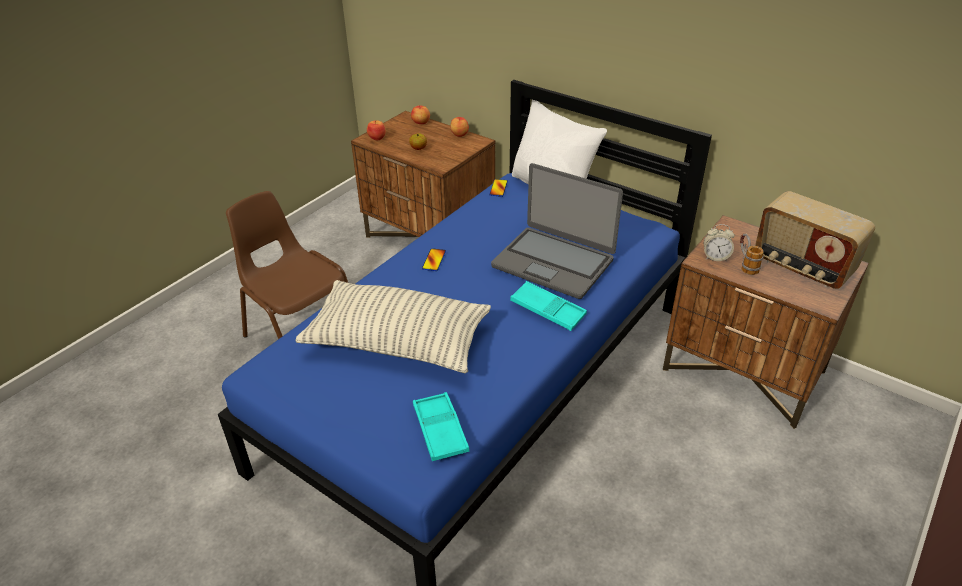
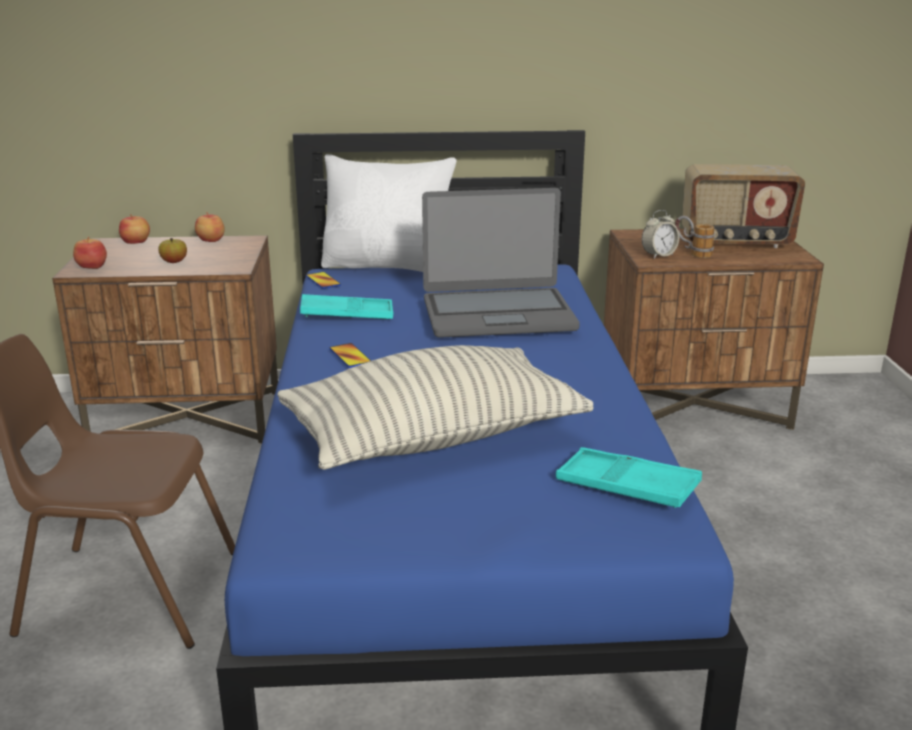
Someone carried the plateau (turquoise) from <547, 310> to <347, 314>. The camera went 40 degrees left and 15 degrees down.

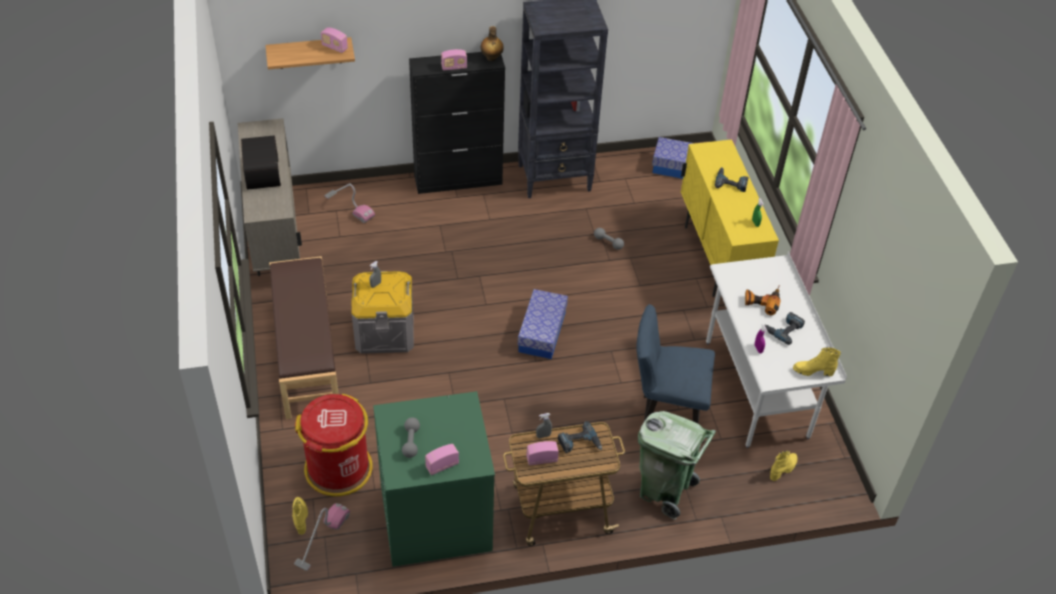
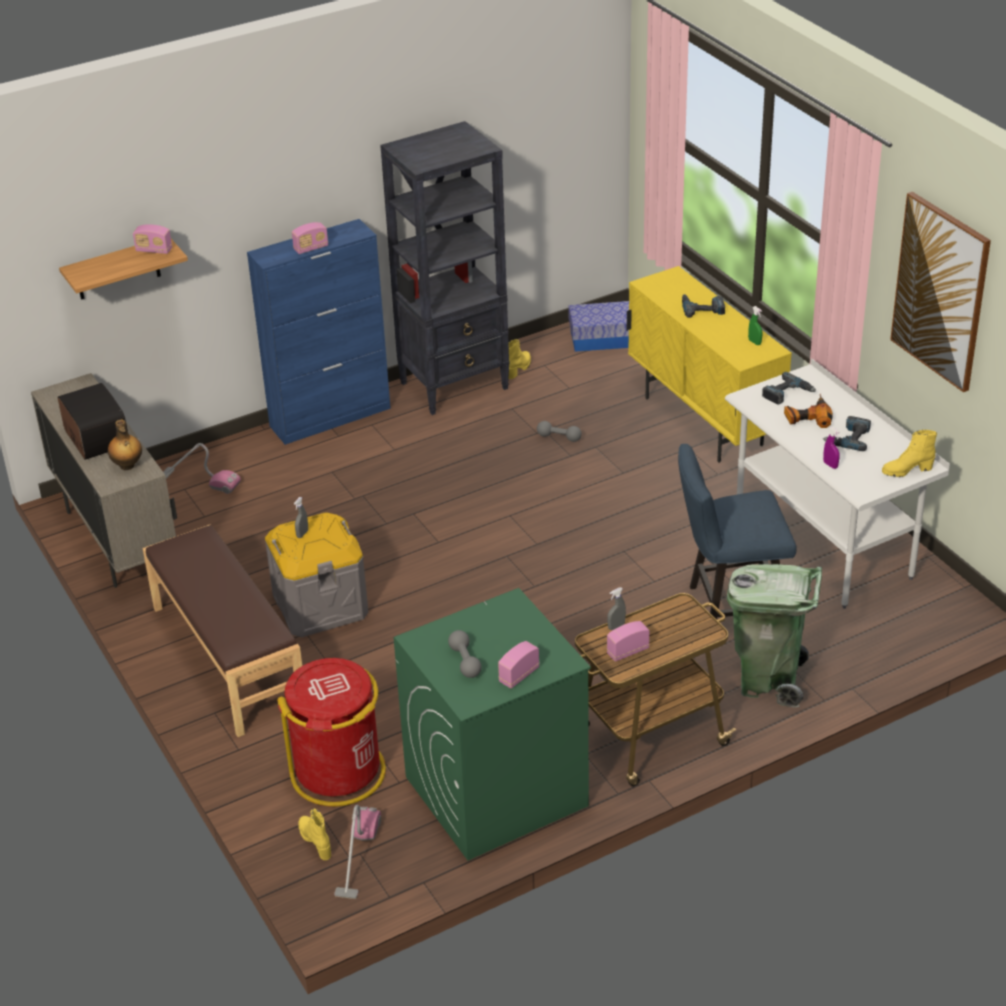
Someone carried the bouteille from <491, 58> to <127, 466>. Someone repainted the meuble de rangement (noir) at <458, 180>, which became the meuble de rangement (bleu) at <331, 417>. Someone took away the boîte de rangement at <542, 332>. Someone carried the perceuse from <579, 443> to <787, 394>. Someone carried the botte (jaune) from <783, 469> to <518, 368>. Someone put up the tableau at <940, 291>. The camera went 15 degrees left and 10 degrees down.

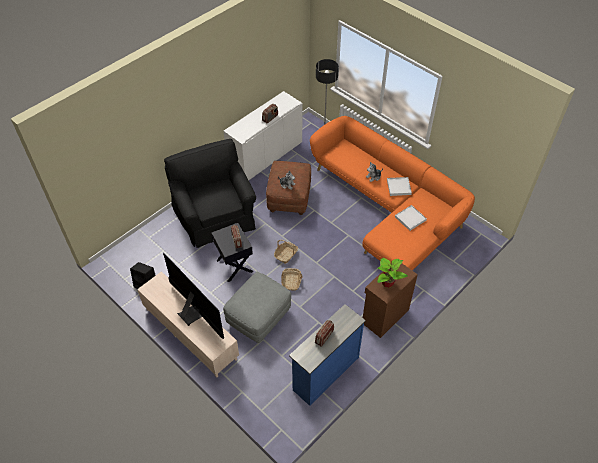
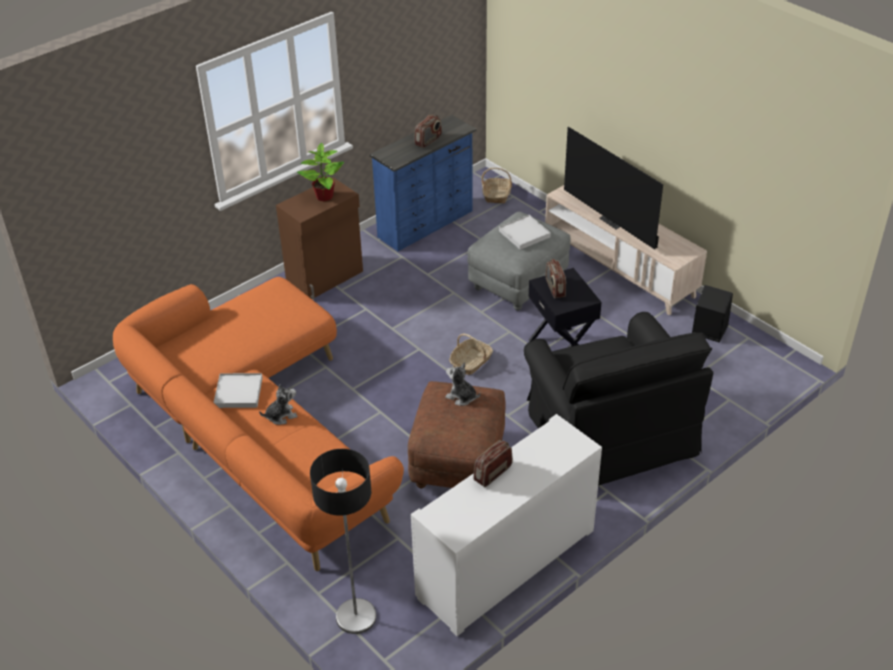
Someone carried the plateau (blanc) from <410, 219> to <524, 234>. Someone carried the panier from <291, 282> to <497, 194>. The camera went 175 degrees left and 10 degrees down.

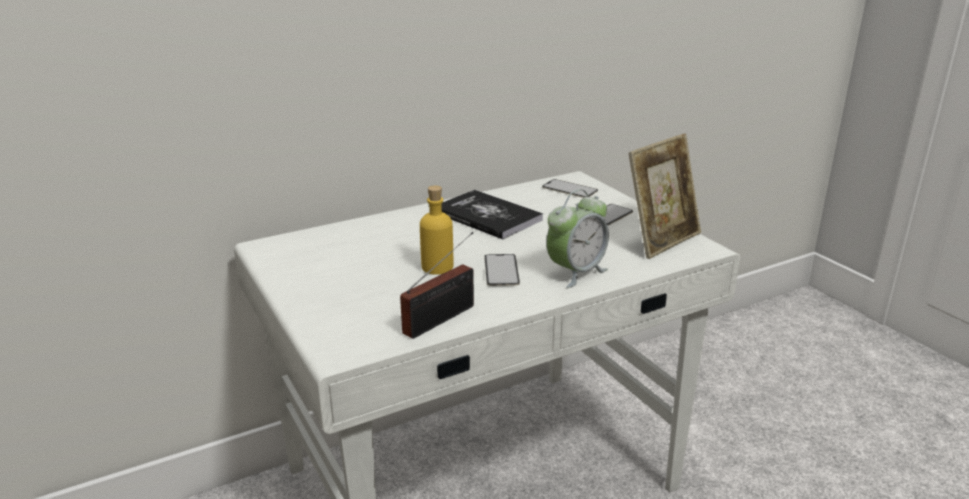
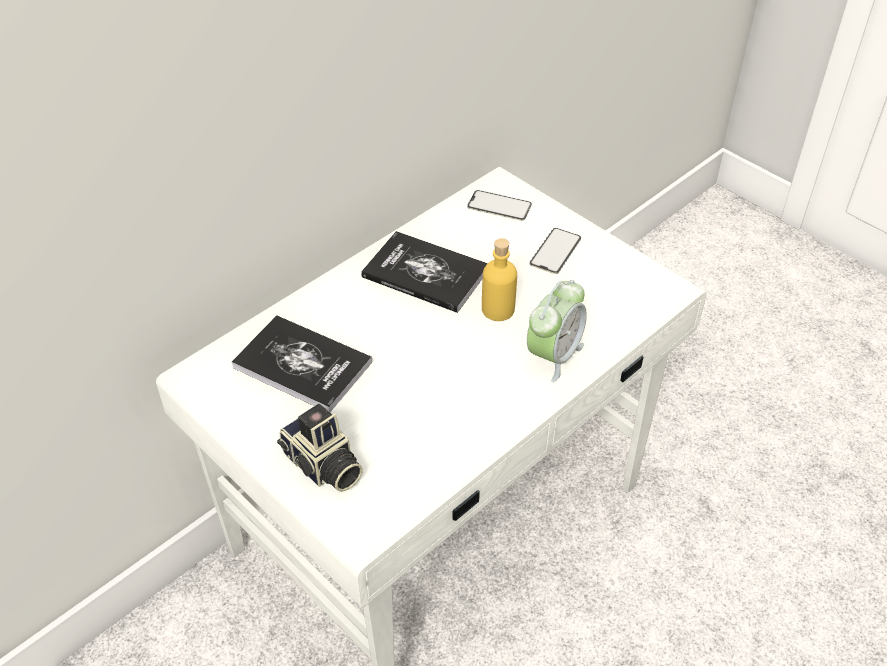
Someone took away the cadre photo at <661, 240>. Someone carried the bouteille (jaune) from <437, 267> to <498, 309>. Someone took away the radio at <443, 318>. Someone took away the téléphone at <501, 270>. Someone put down the livre at <302, 365>. Someone put down the appareil photo at <322, 466>. The camera went 15 degrees left and 20 degrees up.

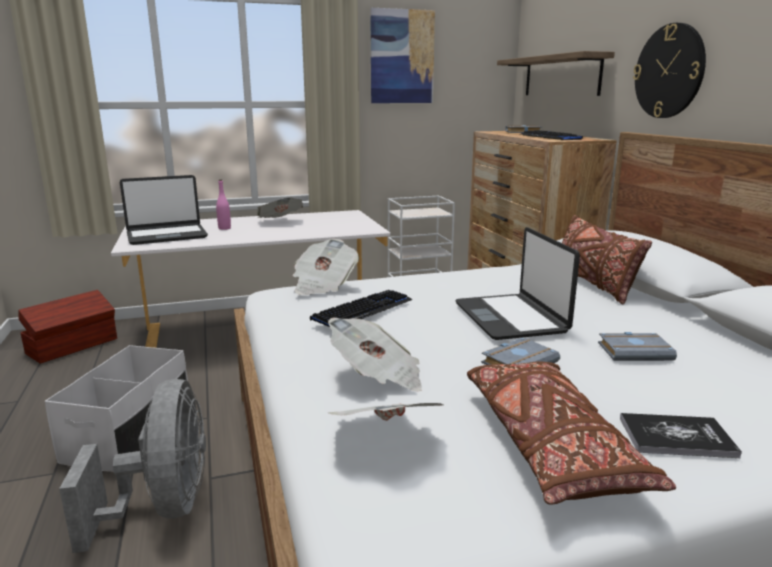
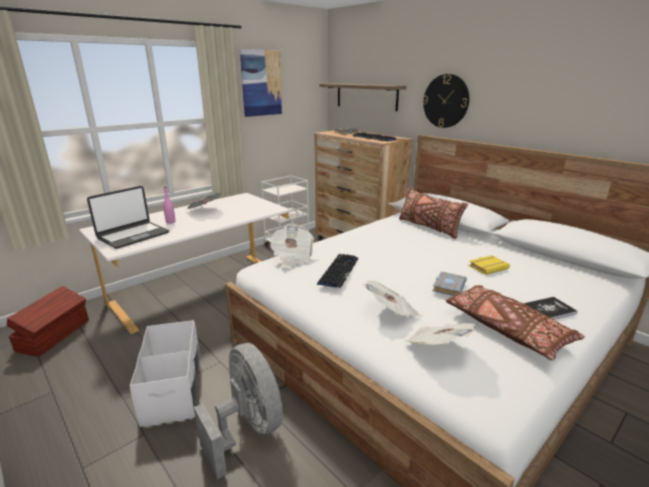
Someone took away the ordinateur portable at <511, 318>. Someone repainted the livre (gris) at <635, 351>, which became the livre (jaune) at <488, 267>. The camera went 25 degrees left and 5 degrees up.

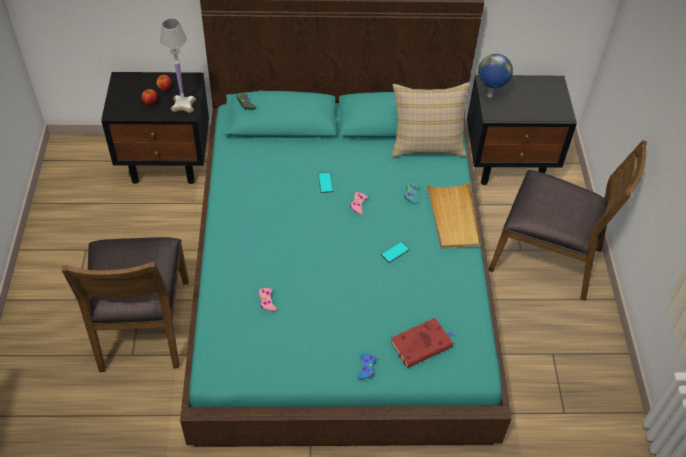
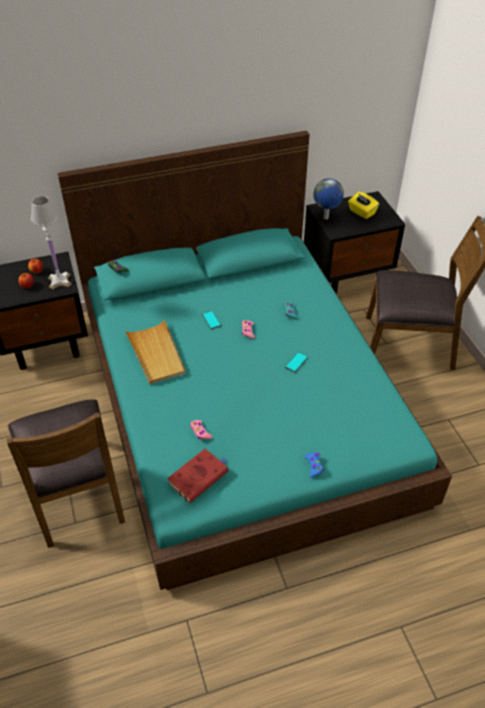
Someone took away the coussin (beige) at <427, 143>. Someone carried the plateau (beige) from <453, 217> to <156, 354>. Someone carried the livre (rouge) from <422, 344> to <199, 476>. Someone put down the boîte à mouchoirs (jaune) at <361, 212>. The camera went 15 degrees left and 5 degrees down.

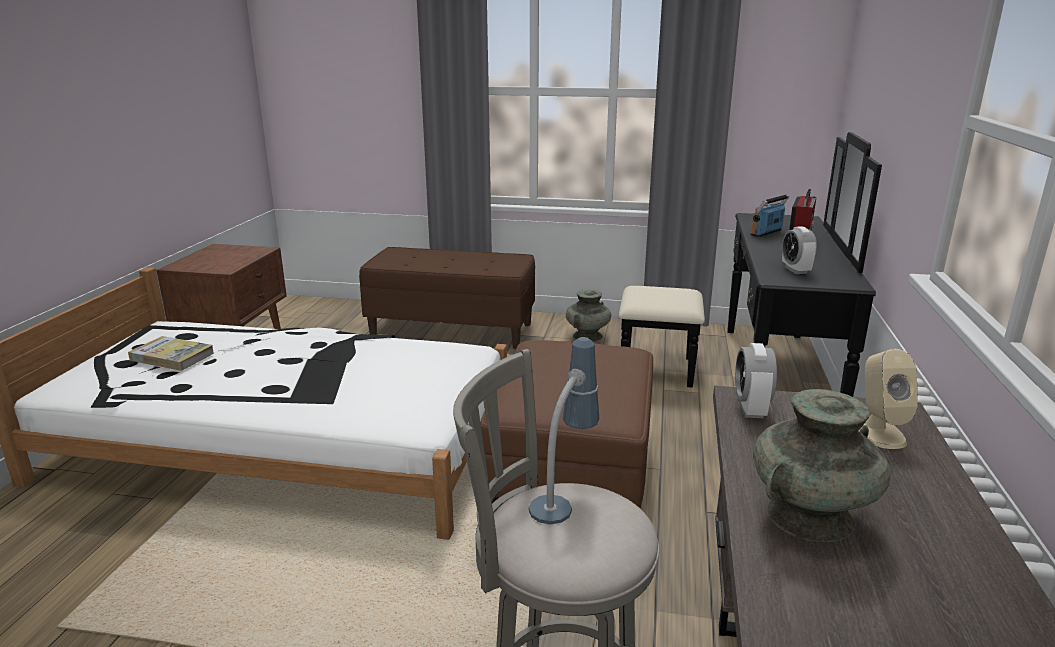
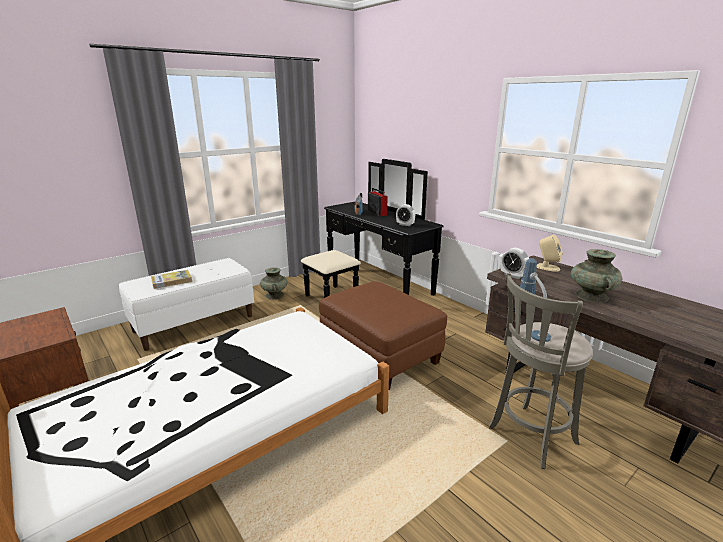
Someone repainted the banc (marron) at <452, 330>, which became the banc (blanc) at <194, 323>. Someone carried the livre from <172, 356> to <171, 281>. The camera went 50 degrees left and 0 degrees up.

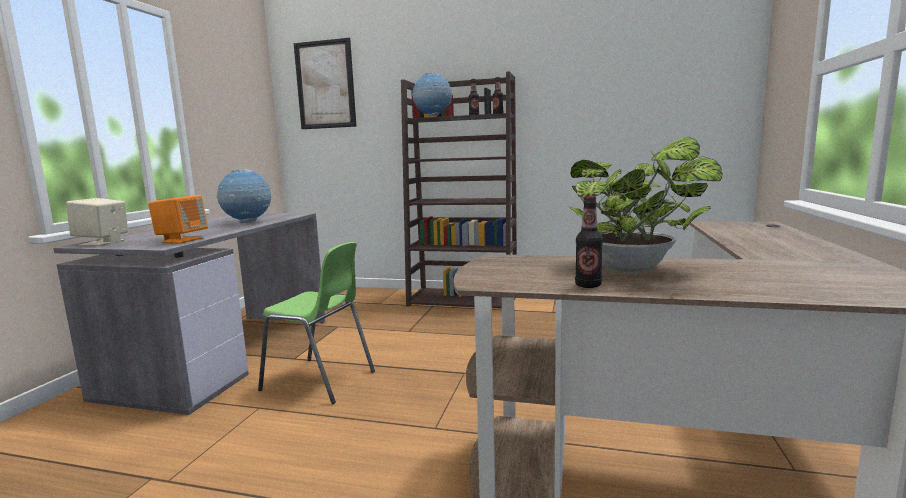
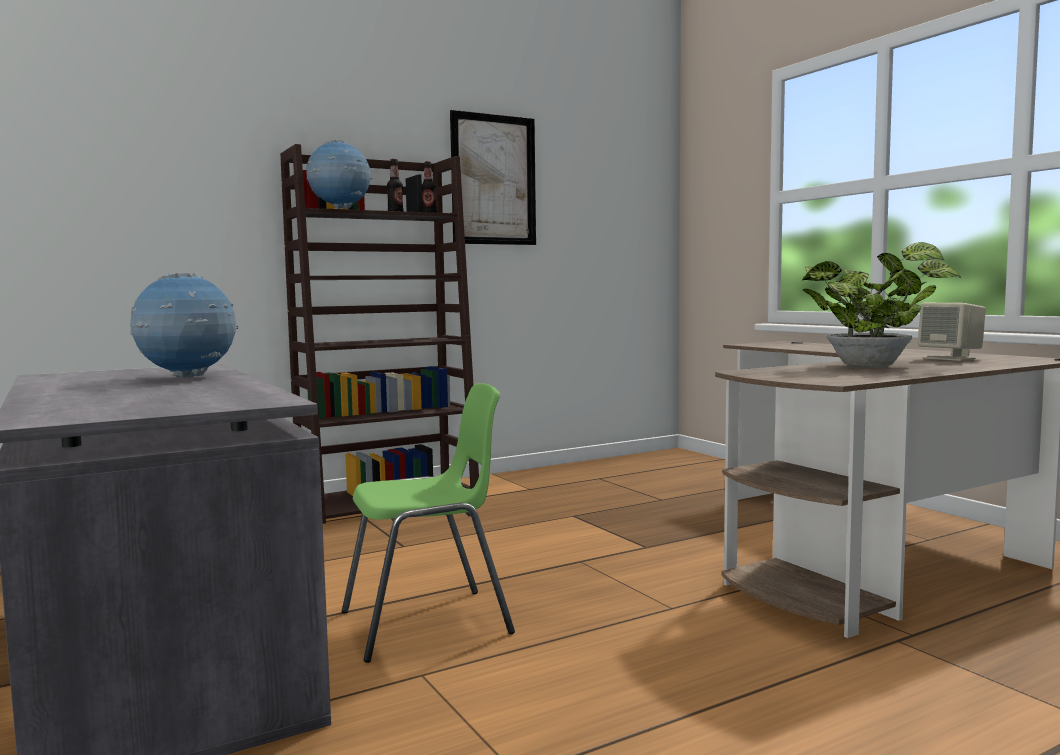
Someone carried the tableau from <325, 85> to <493, 180>. Someone took away the enceinte (orange) at <182, 240>. Someone took away the bouteille at <588, 285>. Someone carried the enceinte (beige) from <102, 243> to <951, 358>. The camera went 45 degrees left and 5 degrees down.

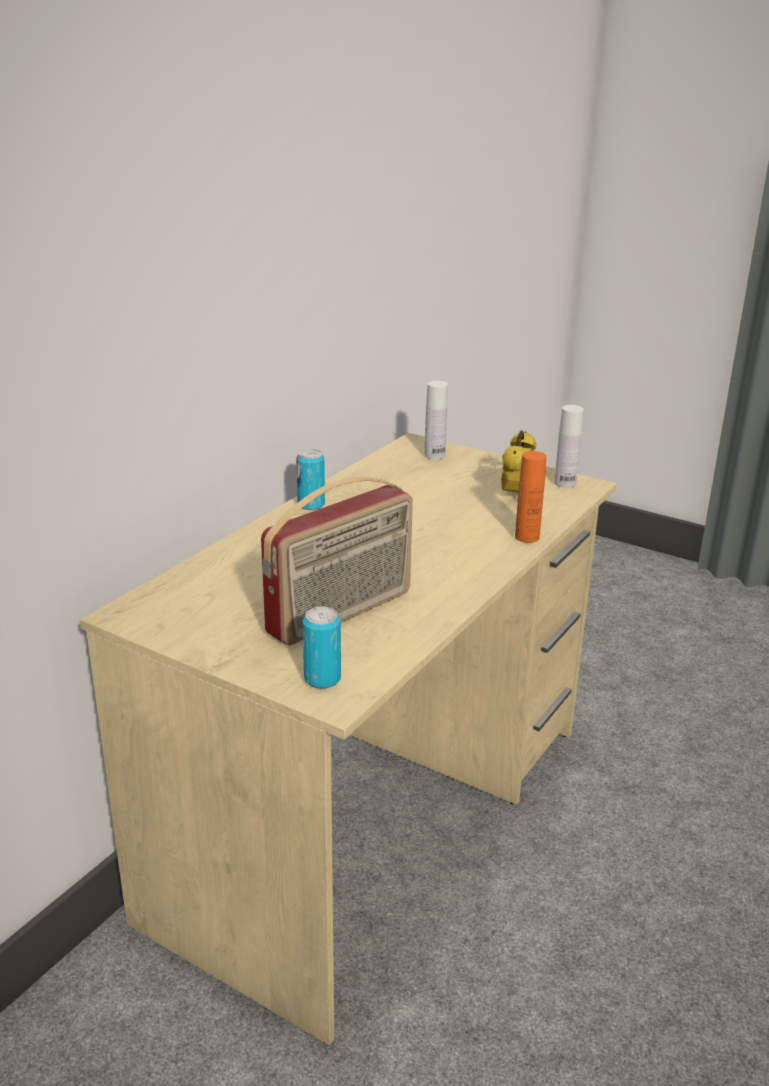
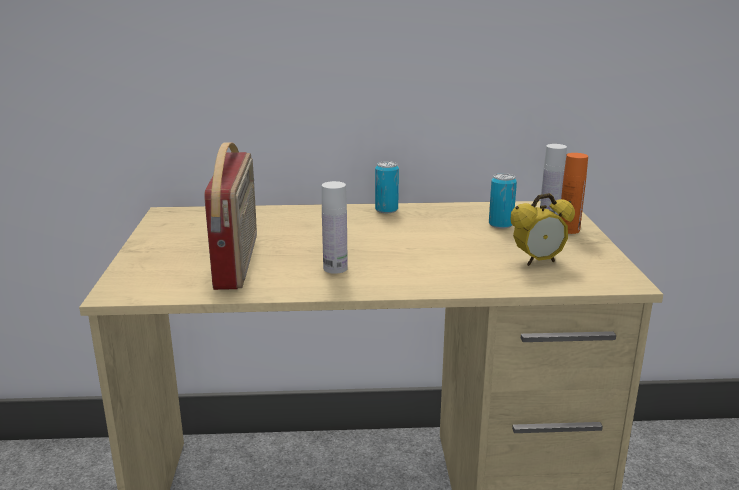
Someone carried the bouteille (blanc) from <565, 483> to <335, 268>. Someone carried the bouteille (orange) from <527, 537> to <568, 230>. Someone rotated the radio at <342, 614> by 105 degrees counterclockwise. Someone carried the boîte métallique from <322, 679> to <500, 224>. The camera went 55 degrees right and 5 degrees down.

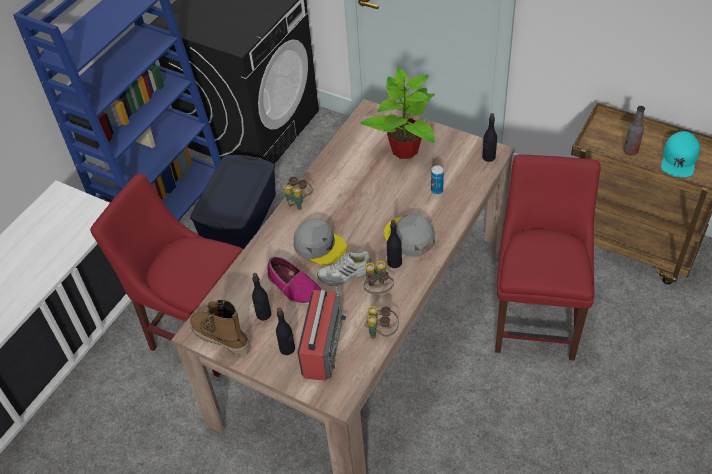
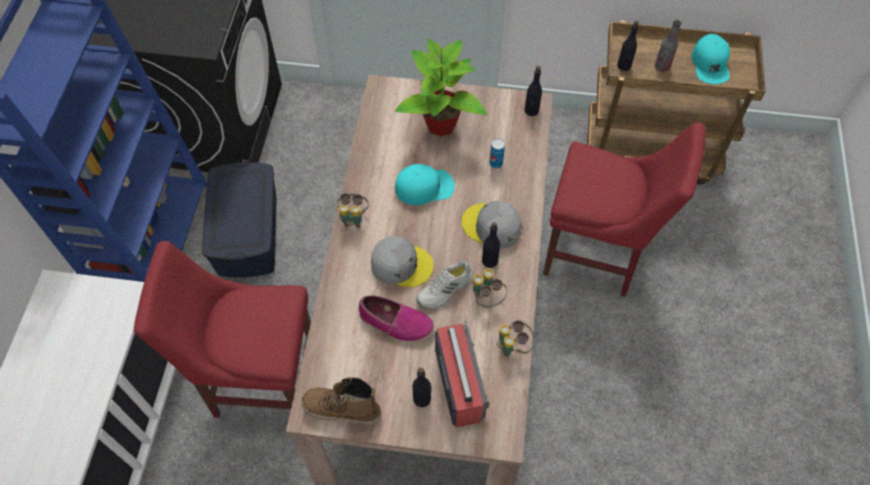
Someone rotated the chaise (rouge) at <536, 318> by 120 degrees clockwise. Someone carried the bouteille (noir) from <263, 314> to <624, 66>. Someone put down the casquette (turquoise) at <424, 187>. The camera went 25 degrees left and 10 degrees up.

